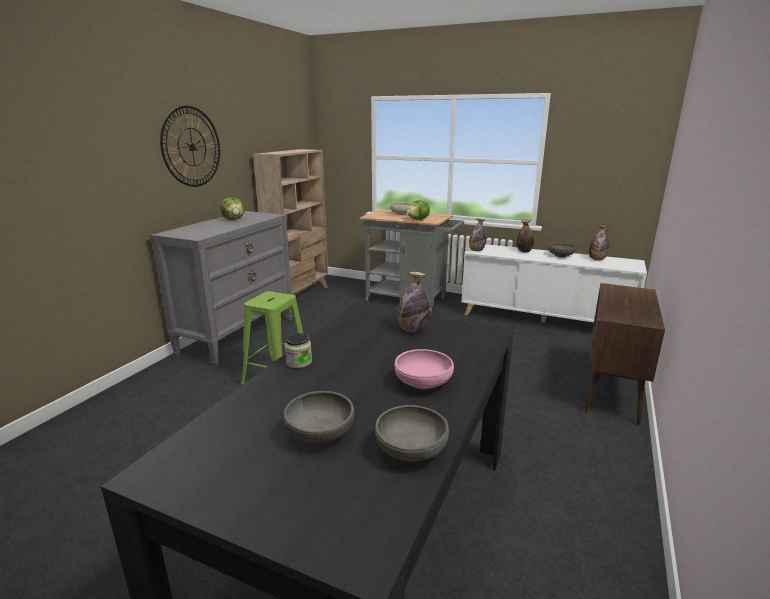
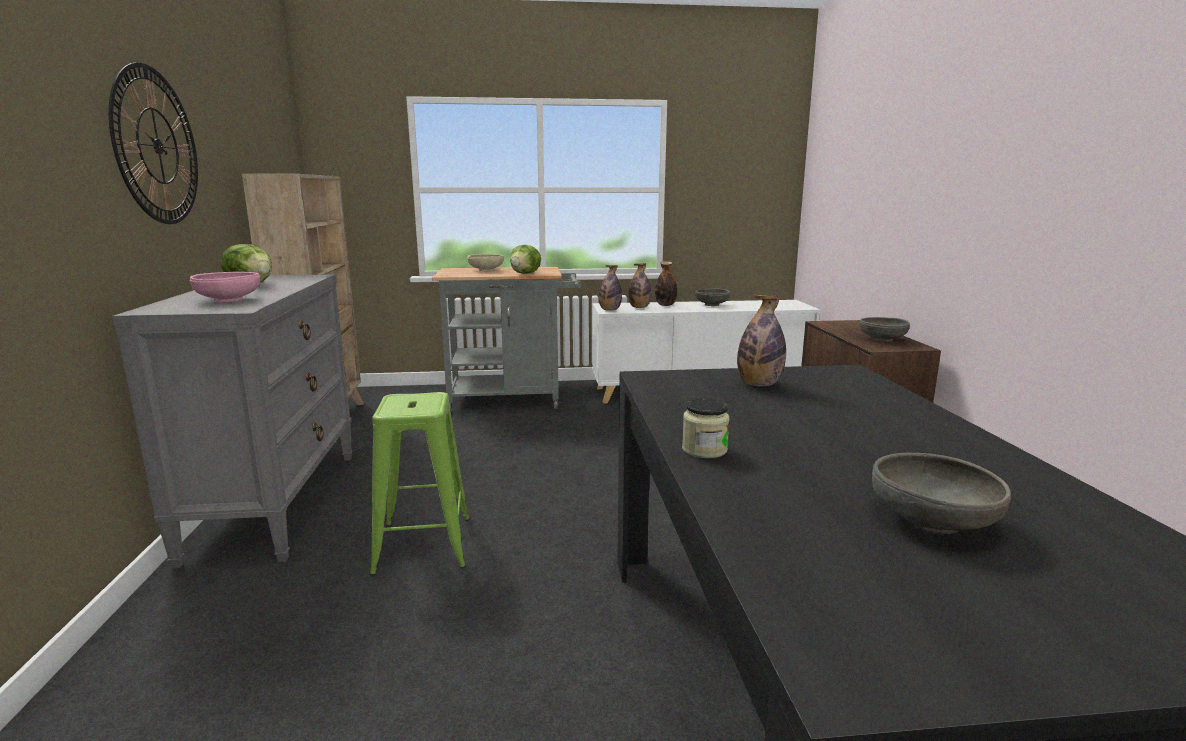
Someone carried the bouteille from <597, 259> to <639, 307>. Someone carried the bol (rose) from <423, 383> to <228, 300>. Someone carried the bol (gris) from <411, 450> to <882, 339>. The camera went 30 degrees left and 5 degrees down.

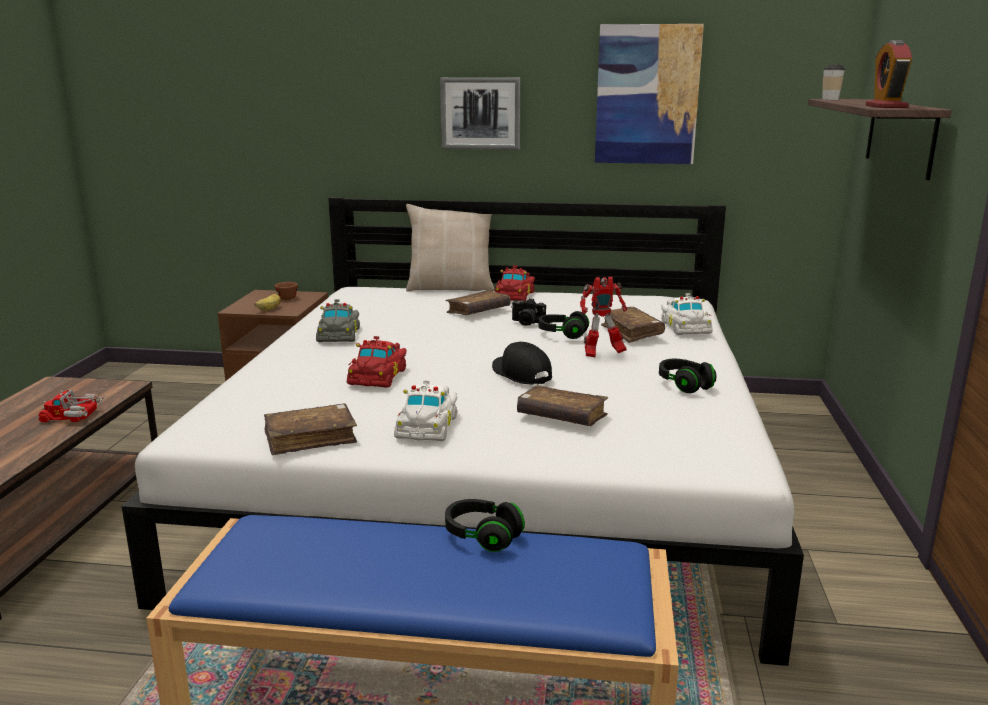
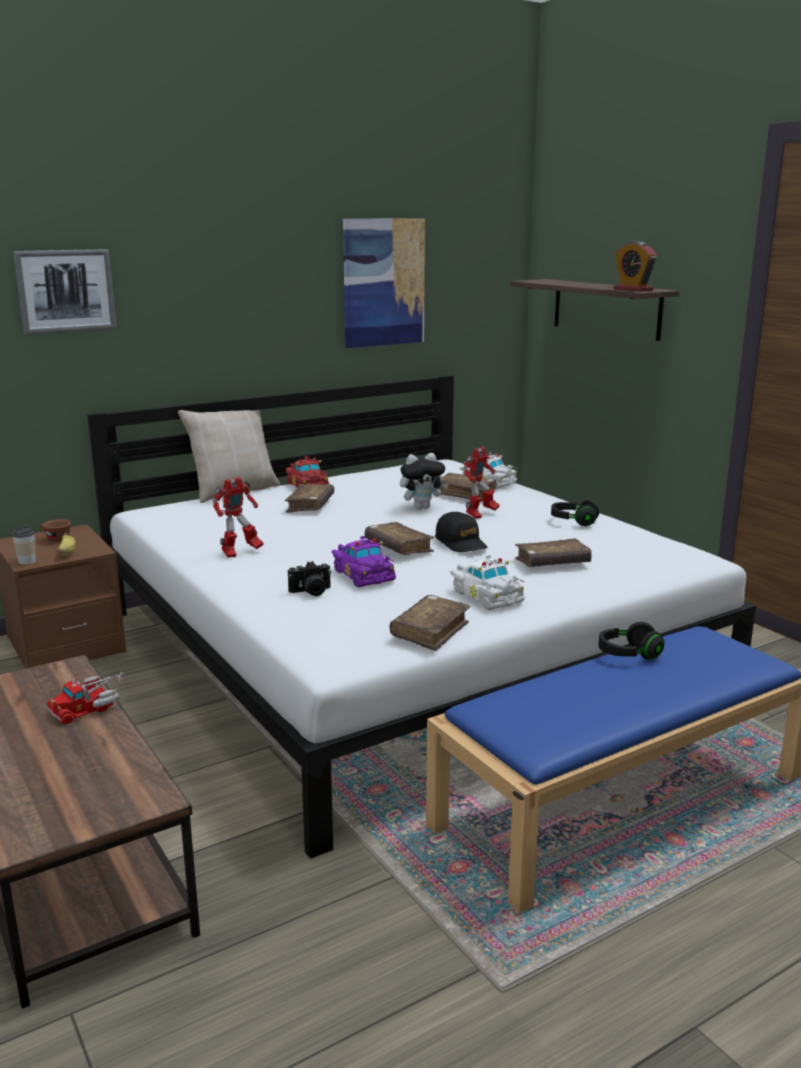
Someone carried the tasse from <830, 99> to <27, 561>. Someone carried the tableau from <480, 113> to <65, 291>. Someone carried the appareil photo from <526, 323> to <311, 592>. Someone swapped the petite voiture (gris) at <340, 334> for the robot jouet at <239, 553>. Someone swapped the casque audio (noir) at <562, 334> for the peluche at <422, 507>. Someone repainted the petite voiture (rouge) at <379, 376>, which became the petite voiture (violet) at <363, 574>. Someone rotated the casquette (noir) at <521, 373> by 135 degrees counterclockwise. Someone put down the livre (marron) at <398, 548>. The camera went 40 degrees left and 0 degrees up.

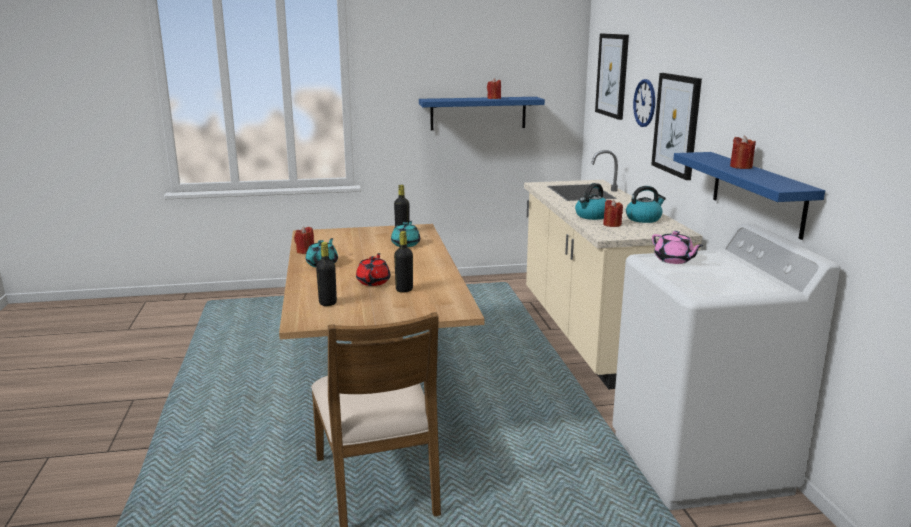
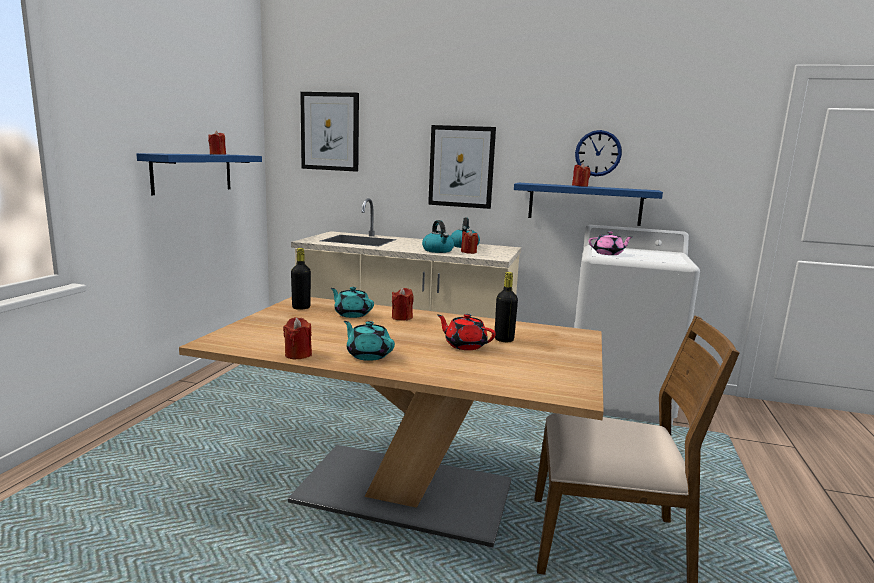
Someone carried the horloge murale from <644, 103> to <598, 153>. Someone took away the bouteille (noir) at <328, 303>. Someone put down the bougie (rouge) at <402, 317>. The camera went 65 degrees left and 5 degrees down.

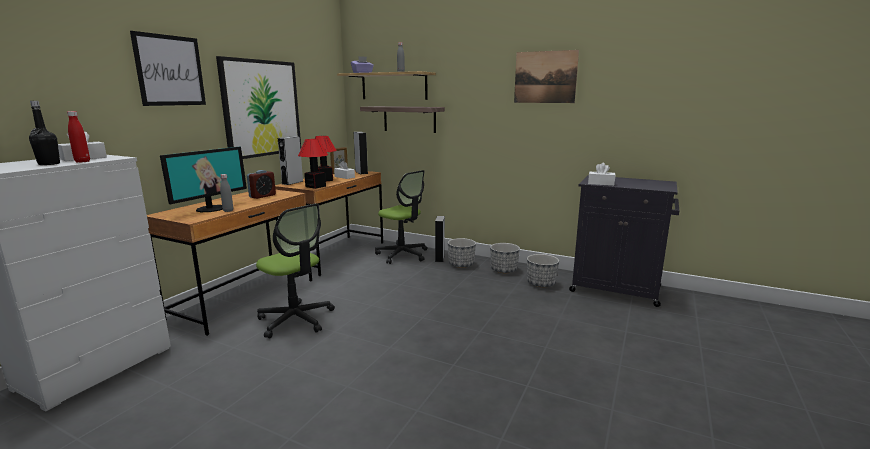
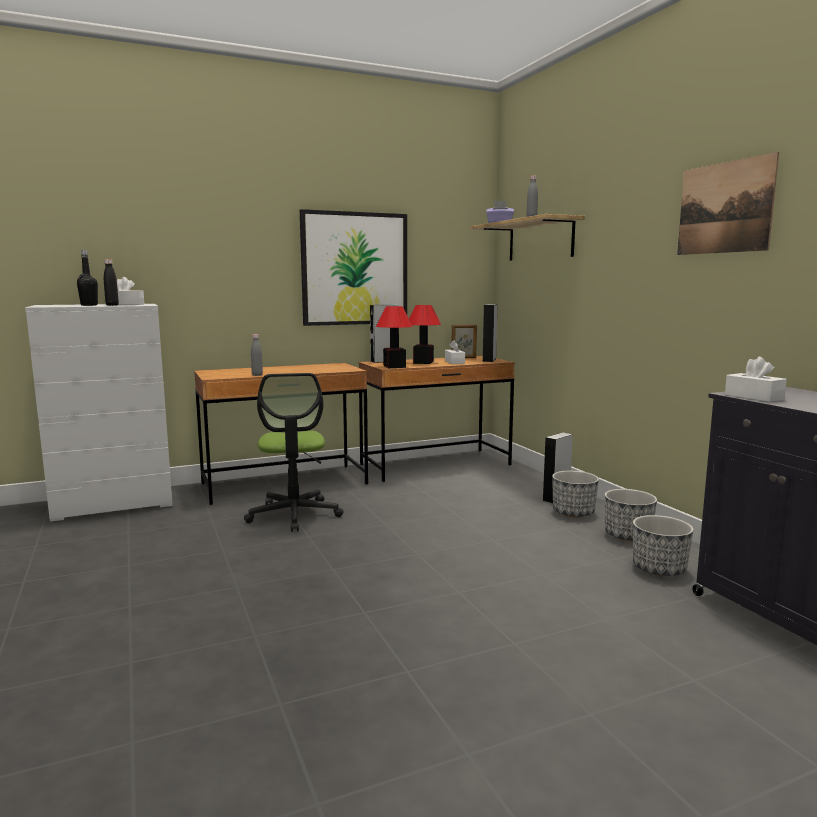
Someone took away the tableau at <170, 70>. Someone took away the étagère at <409, 119>. Someone repainted the bouteille (rouge) at <82, 161>, which became the bouteille (noir) at <112, 305>. Someone took away the écran d'ordinateur at <211, 208>. Someone took away the réveil at <262, 196>. Someone took away the chaise de bureau at <402, 255>. The camera went 40 degrees right and 5 degrees down.

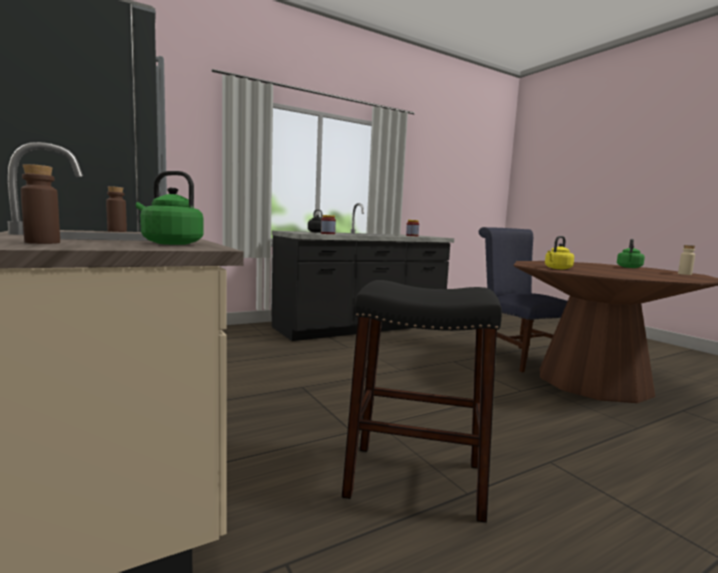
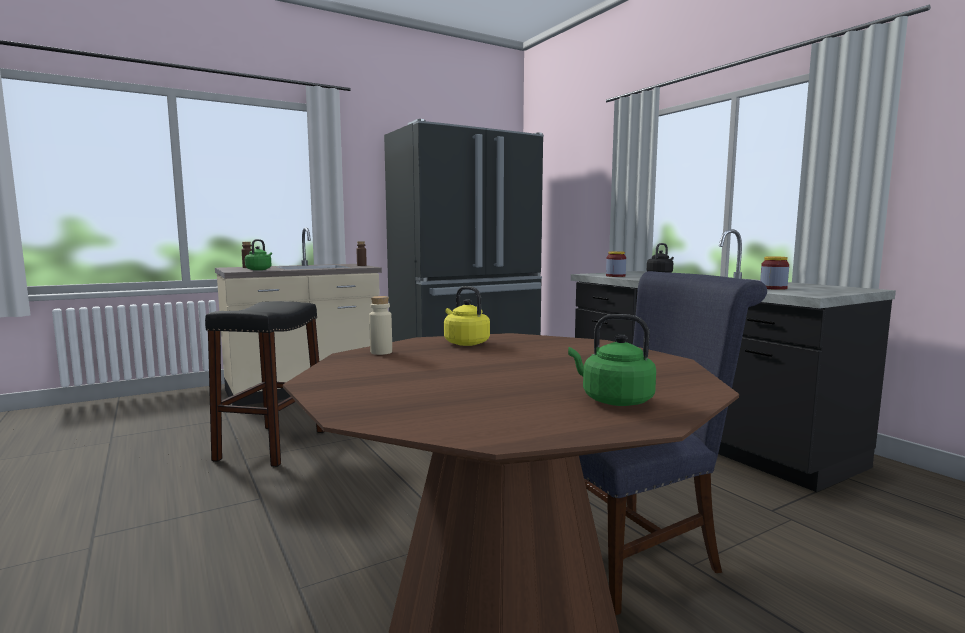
Someone carried the bouteille (beige) from <684, 274> to <381, 352>. The camera went 90 degrees right and 0 degrees up.

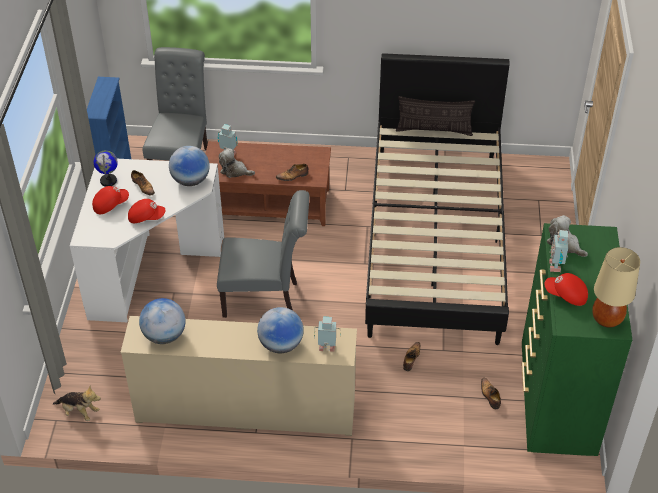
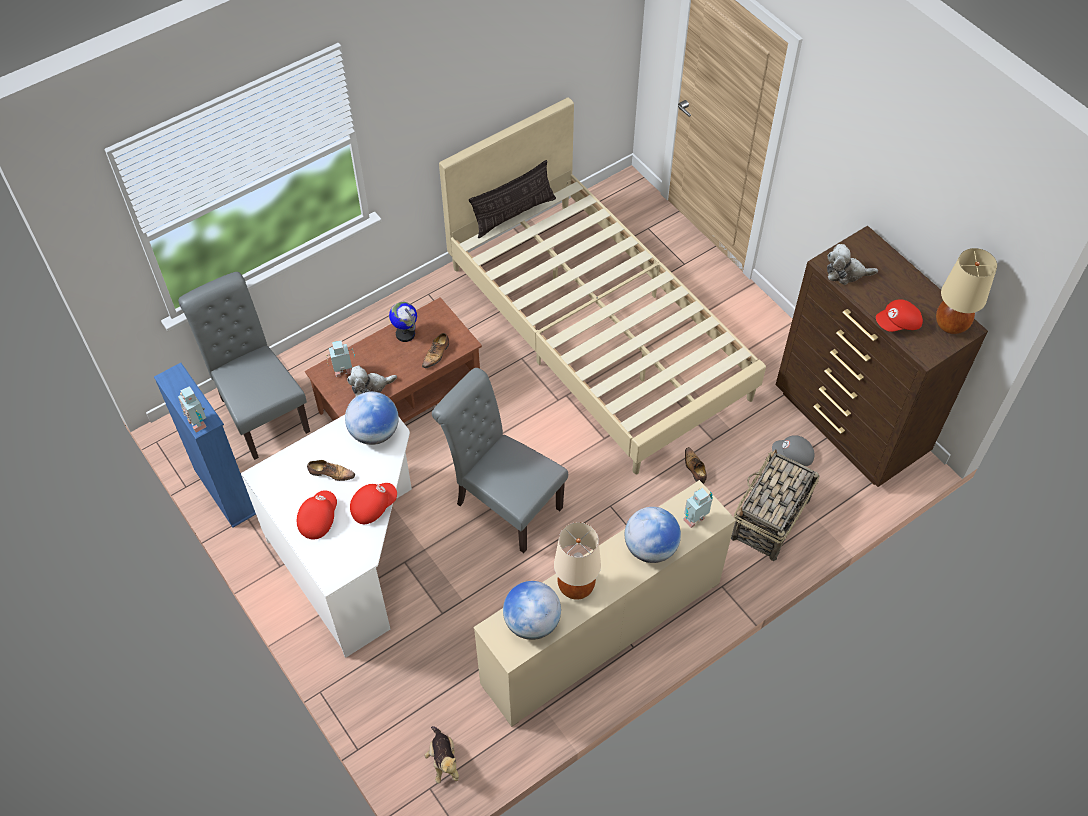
Someone repainted the lit (noir) at <435, 239>, which became the lit (beige) at <597, 330>. Someone carried the globe from <108, 181> to <405, 334>. Someone rotated the chaise (gris) at <266, 299> by 105 degrees counterclockwise. Someone repainted the commode (vert) at <555, 403>, which became the commode (marron) at <849, 424>. Someone carried the robot jouet from <556, 266> to <198, 422>. Someone swapped the chaussure at <490, 396> for the casquette (gris) at <793, 456>. Someone rotated the peluche at <79, 411> by 90 degrees clockwise. Someone put down the panier at <769, 520>. Someone put down the lampe de table (beige) at <575, 587>. The camera went 40 degrees left and 10 degrees up.

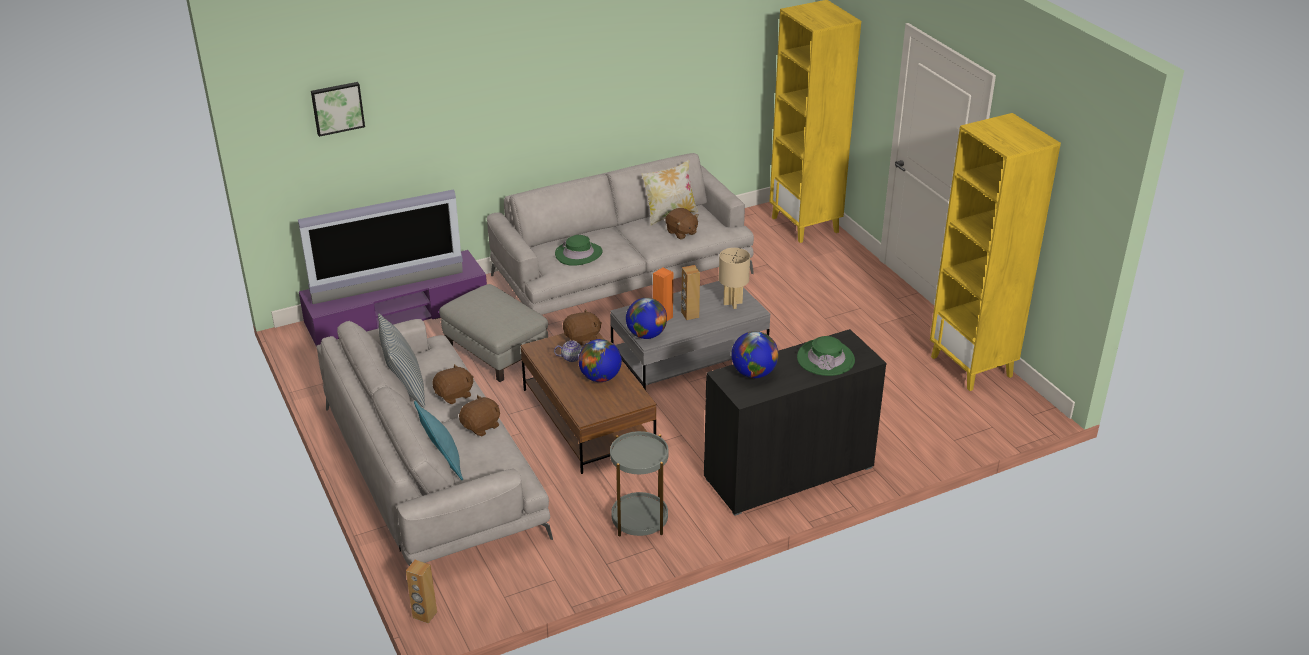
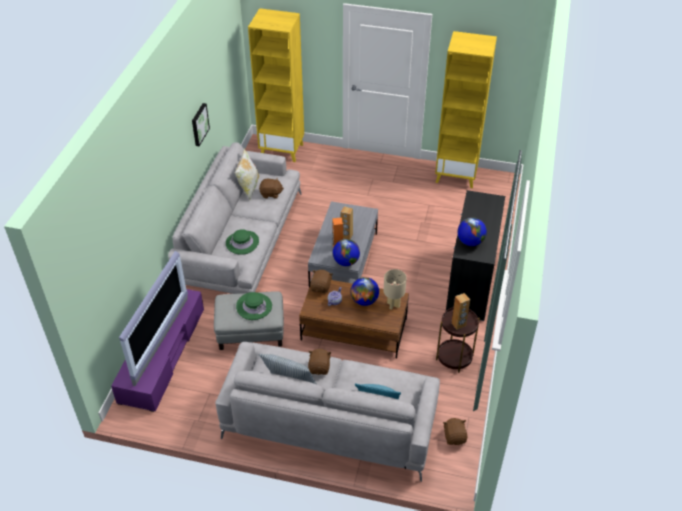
Someone carried the tableau from <337, 108> to <199, 124>. Someone carried the lampe de table (beige) from <733, 303> to <393, 305>. Someone carried the chapeau (vert) from <825, 359> to <254, 306>. Someone carried the peluche (marron) from <481, 426> to <454, 437>. Someone repainted the table d'appoint (gris) at <639, 520>, which became the table d'appoint (marron) at <454, 357>. Someone carried the enceinte (marron) from <424, 615> to <458, 324>. The camera went 50 degrees left and 10 degrees up.

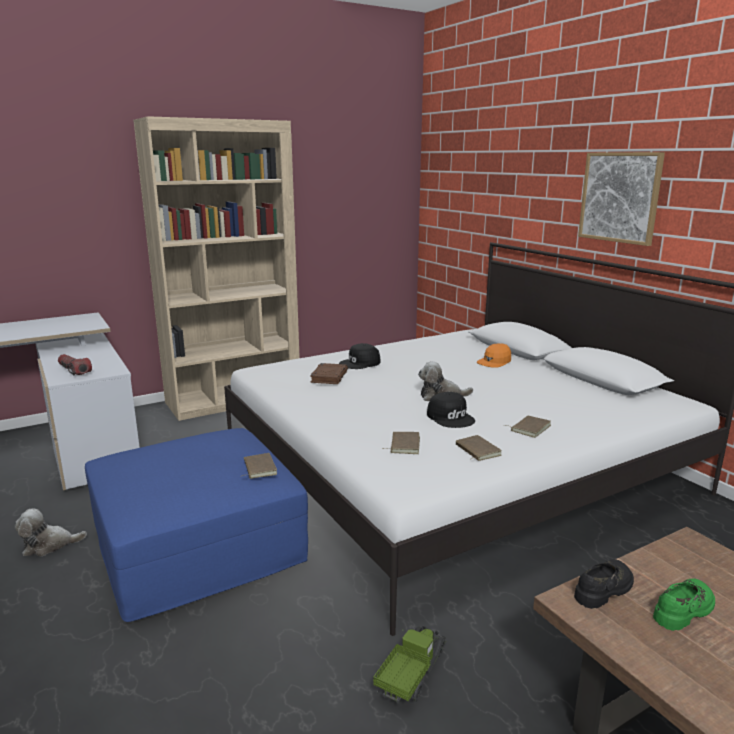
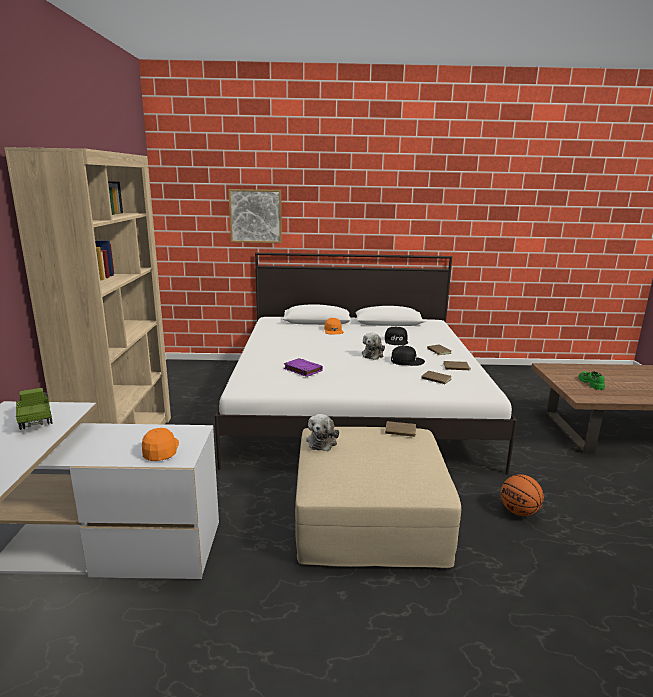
Someone carried the tableau from <620, 197> to <255, 216>. Someone carried the casquette (noir) from <360, 363> to <396, 341>. Someone swapped the lampe de poche at <74, 370> for the casquette (orange) at <160, 450>. Someone repainted the livre (marron) at <329, 377>, which became the livre (violet) at <302, 370>. Someone repainted the pouf (bleu) at <199, 544>, which became the pouf (beige) at <369, 517>. Someone carried the peluche from <49, 545> to <322, 441>. Someone took away the chaussure (noir) at <604, 589>. Someone carried the camion jouet from <411, 674> to <35, 419>. Someone put down the ballon de basket at <519, 512>. The camera went 60 degrees left and 0 degrees up.

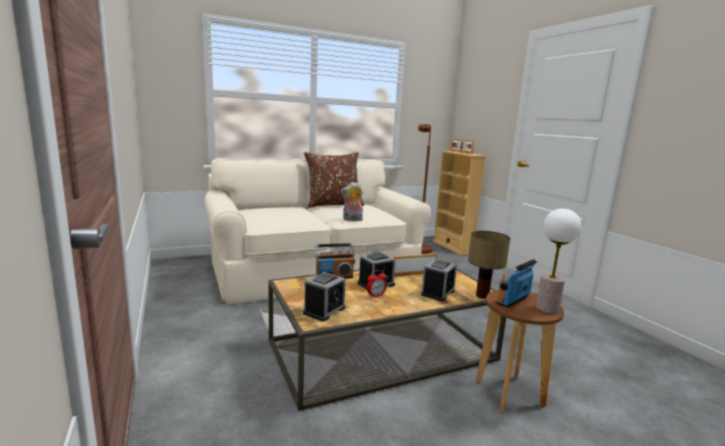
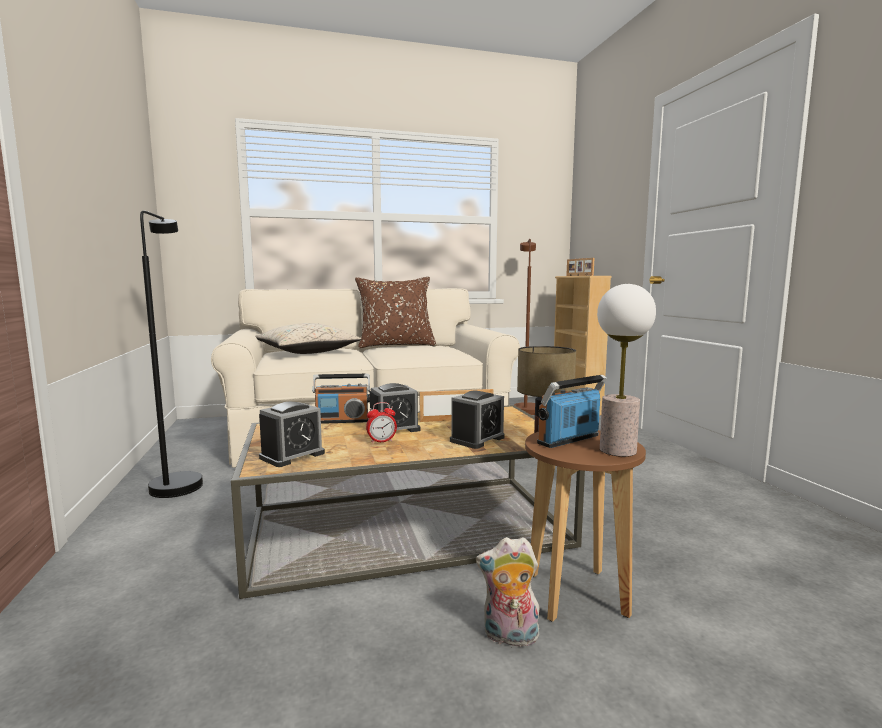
Someone carried the peluche from <352, 220> to <509, 637>. Someone put down the lampadaire (noir) at <178, 482>. Someone put down the coussin (beige) at <307, 352>. The camera went 10 degrees right and 5 degrees down.

